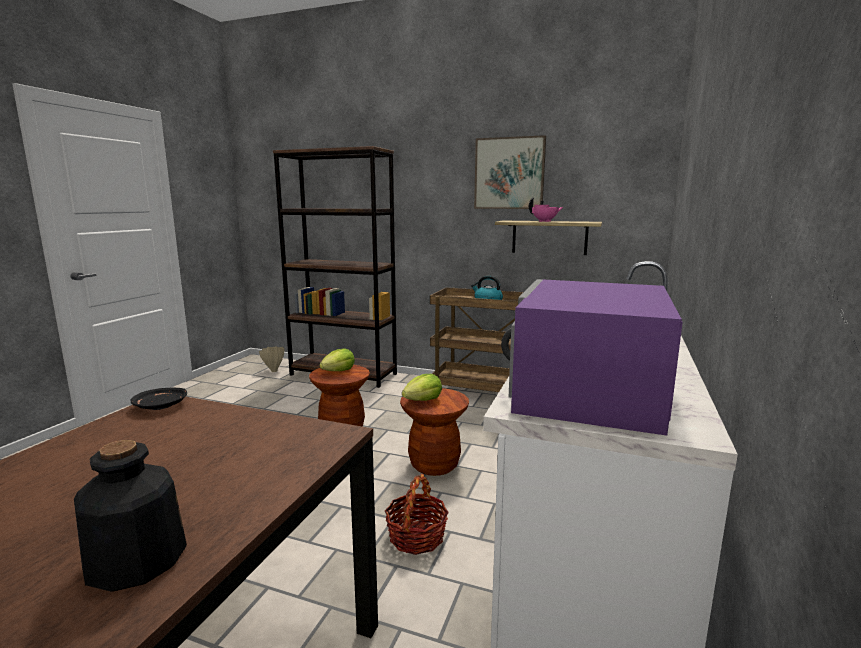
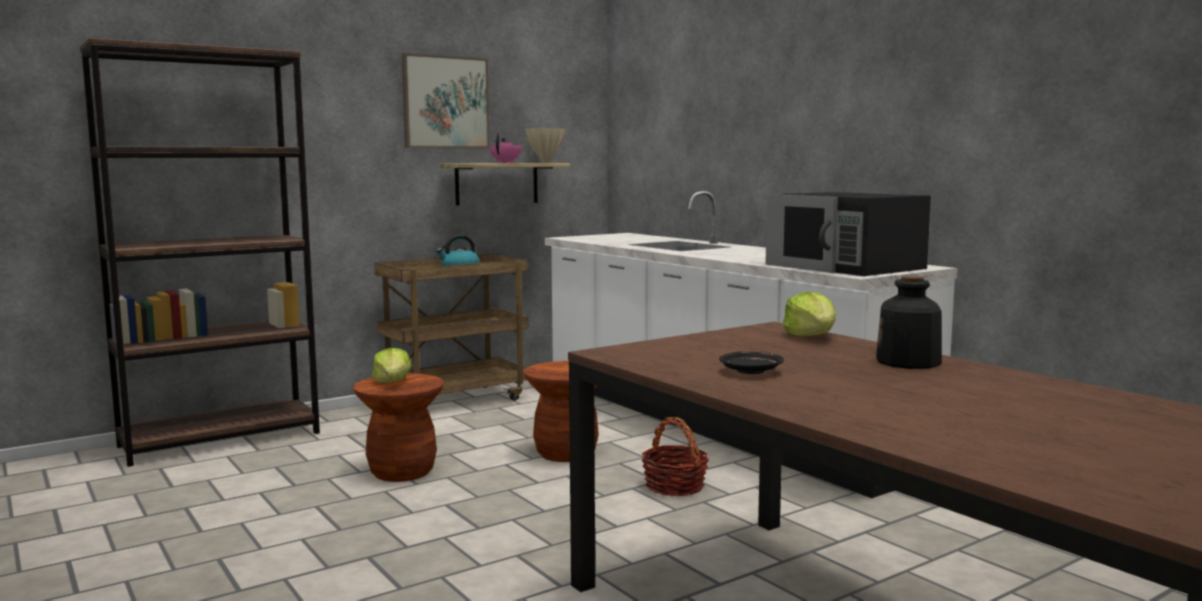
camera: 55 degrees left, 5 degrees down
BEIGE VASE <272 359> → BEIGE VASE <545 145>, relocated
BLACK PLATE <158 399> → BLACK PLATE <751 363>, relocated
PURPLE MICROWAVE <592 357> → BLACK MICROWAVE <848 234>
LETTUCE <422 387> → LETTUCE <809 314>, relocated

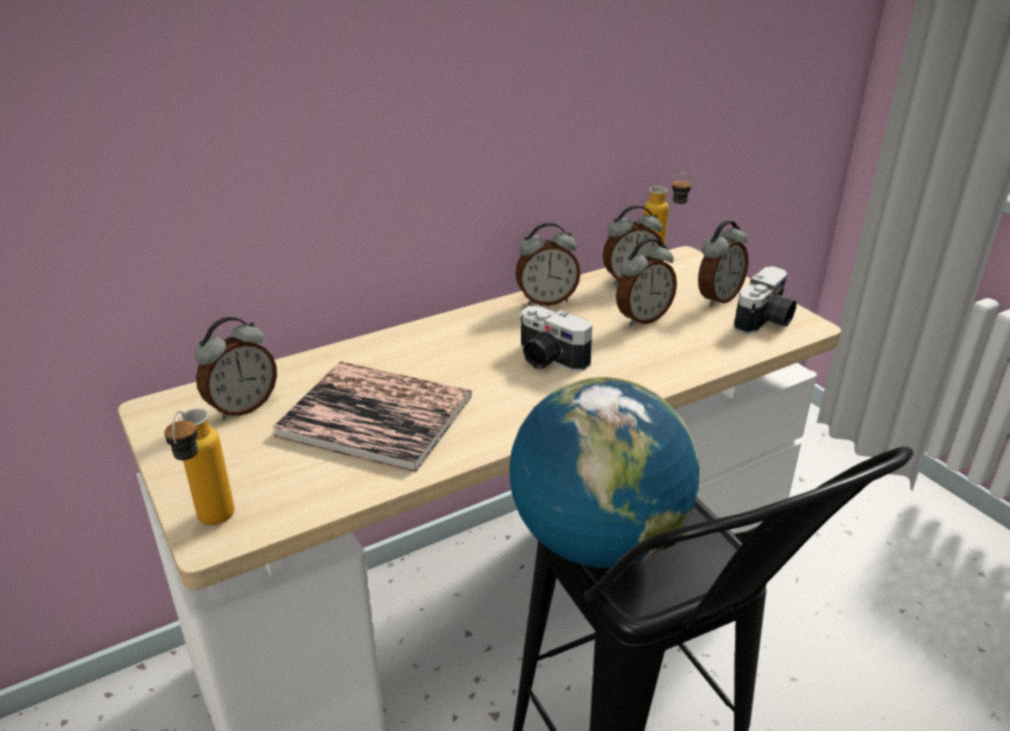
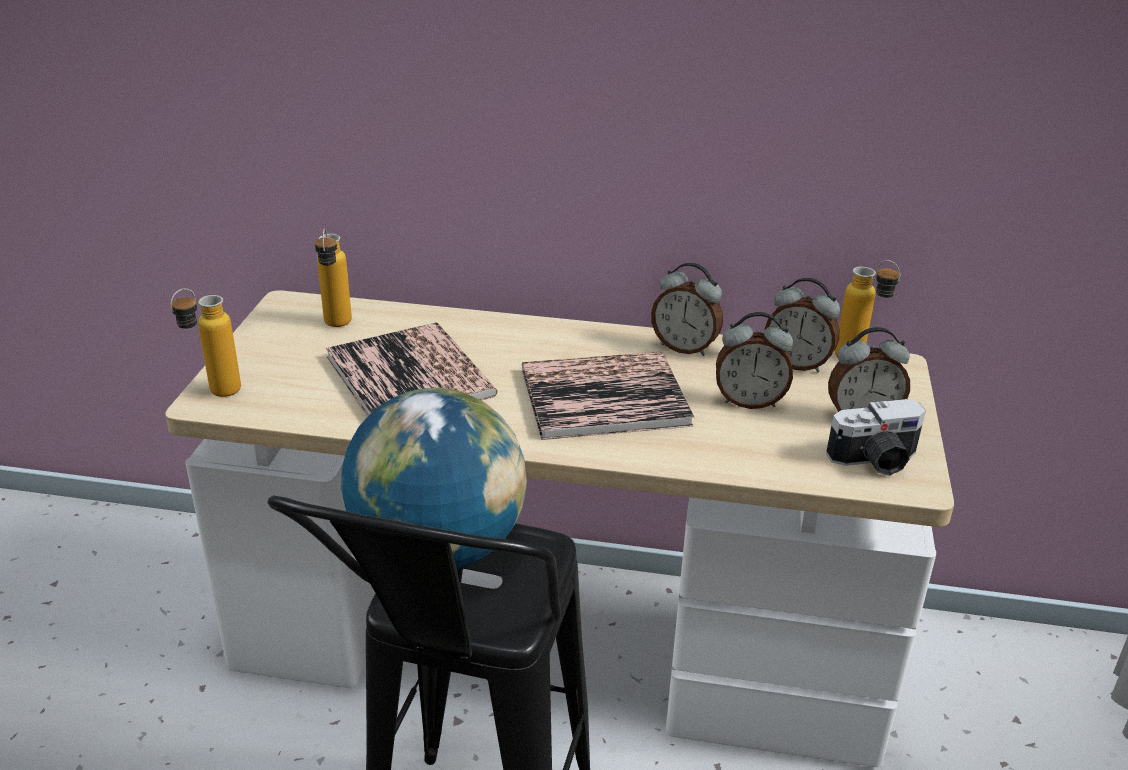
camera: 40 degrees right, 0 degrees up
ALARM CLOCK <236 368> → BOTTLE <333 277>
PHOTO CAMERA <556 338> → BOOK <608 396>

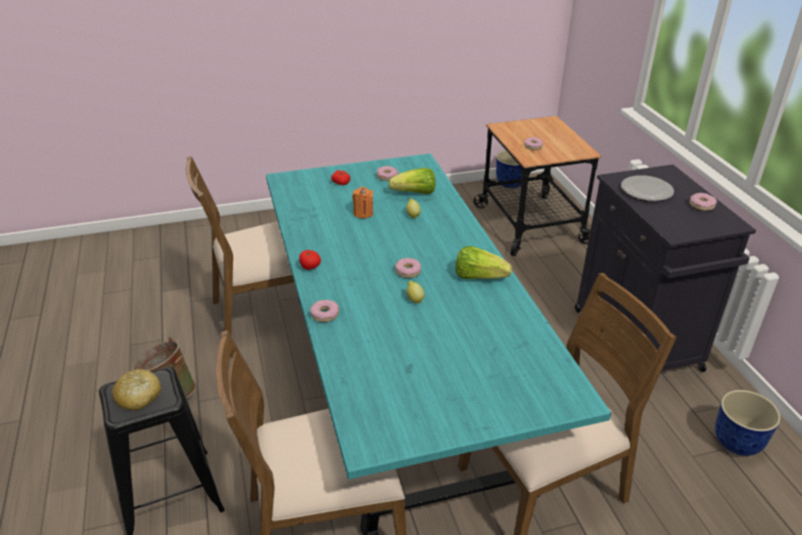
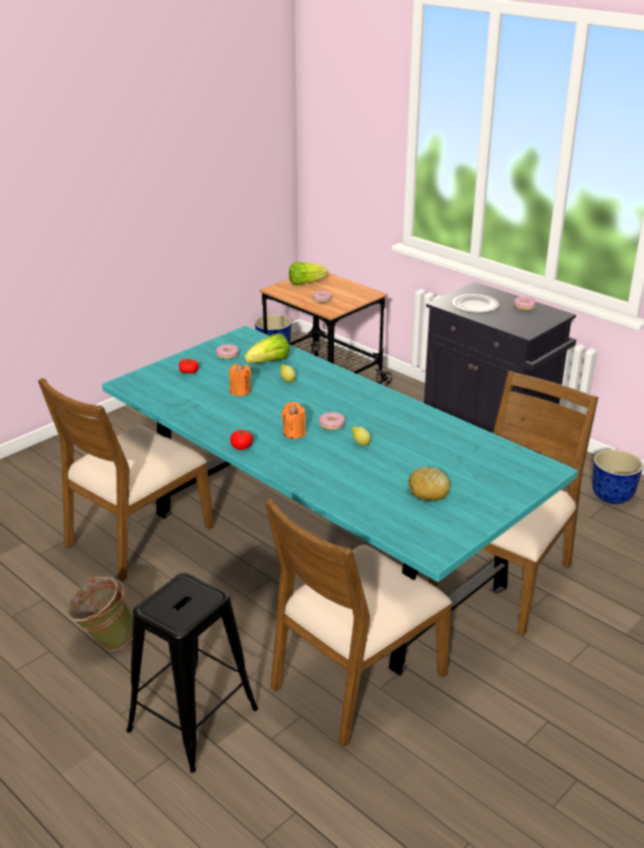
camera: 30 degrees left, 5 degrees down
- → ORANGE CANDLE <293 420>
LETTUCE <483 262> → LETTUCE <308 273>, relocated
BREAD <136 390> → BREAD <429 484>, relocated
DONUT <324 311> → -

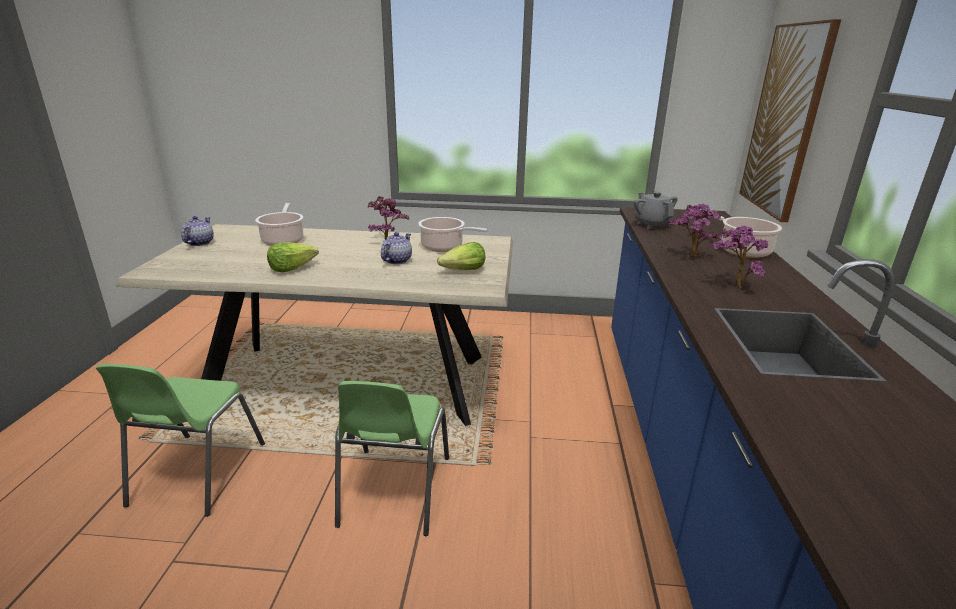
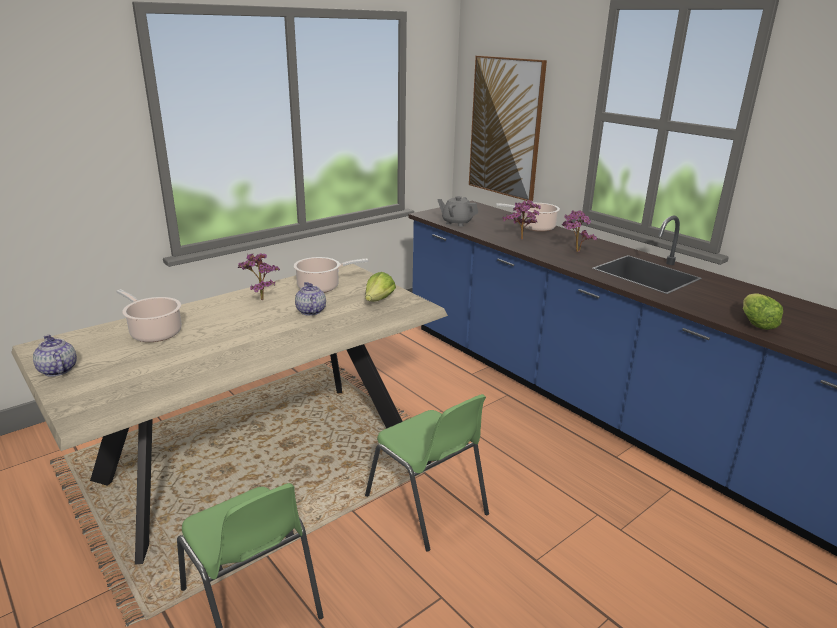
camera: 45 degrees left, 0 degrees up
LETTUCE <293 257> → LETTUCE <763 311>, relocated

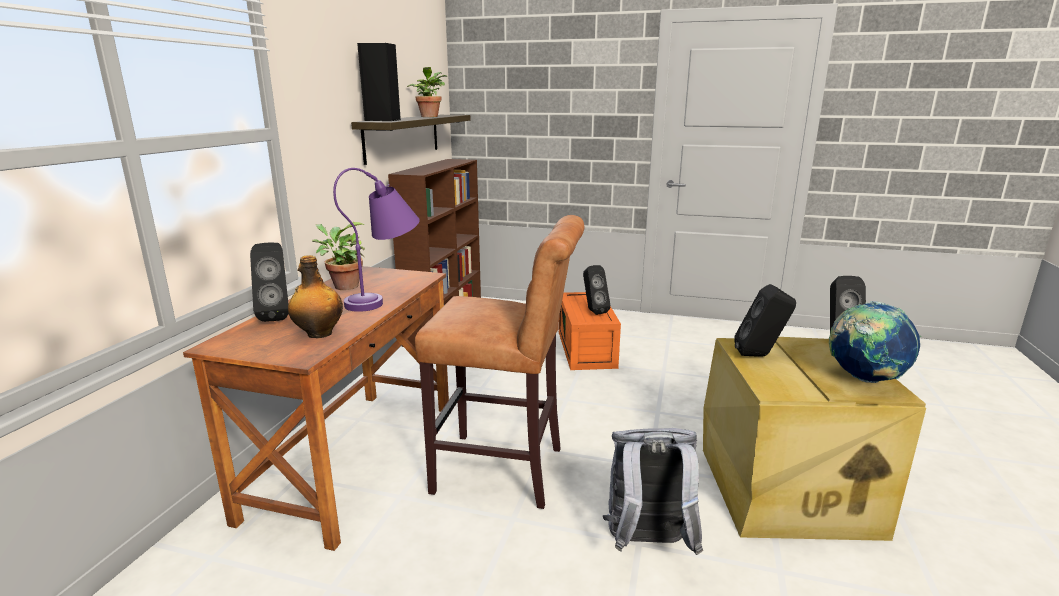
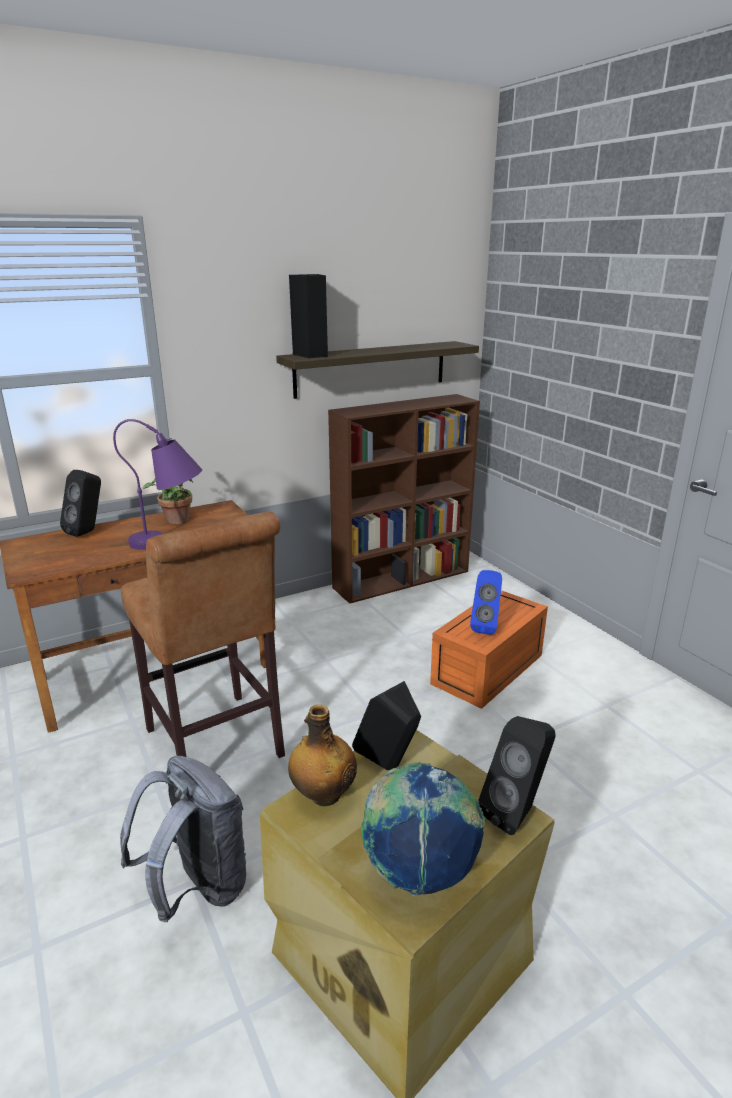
camera: 45 degrees right, 5 degrees up
BOTTLE <315 296> → BOTTLE <322 755>, relocated
BLACK SPEAKER <597 290> → BLUE SPEAKER <486 602>
POTTED PLANT <427 92> → -

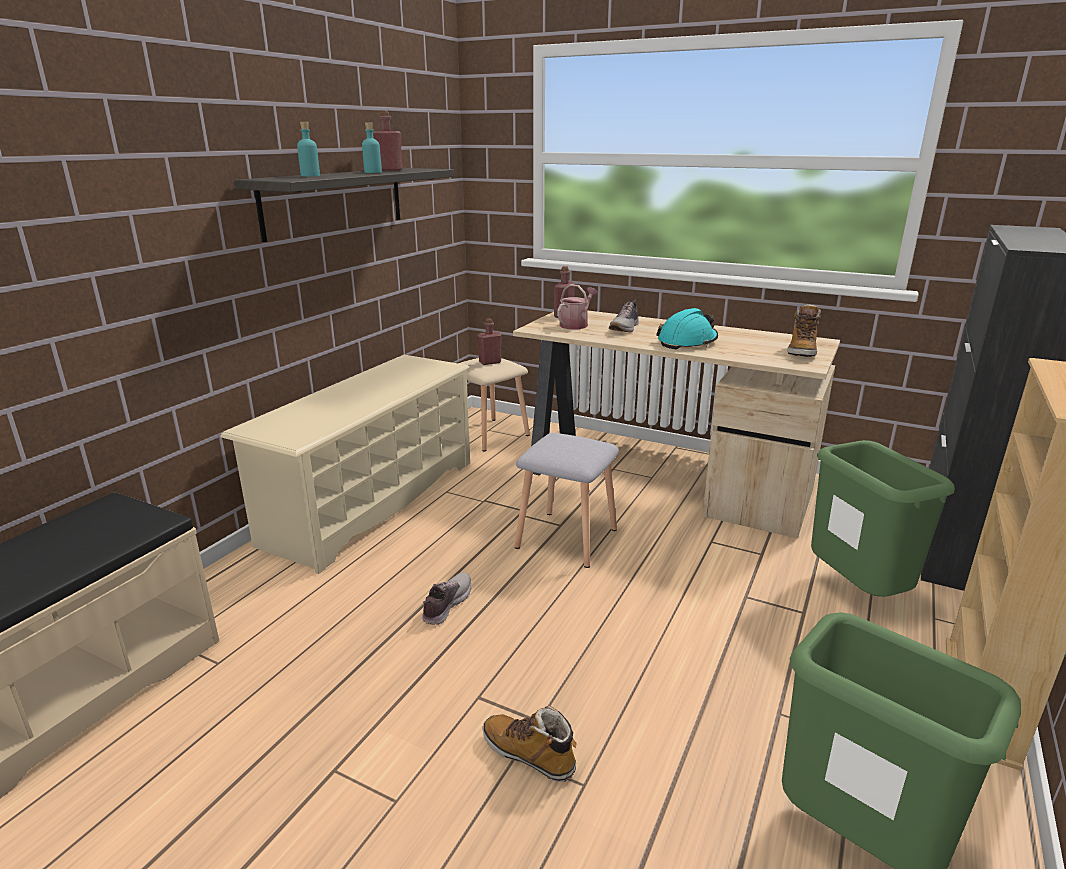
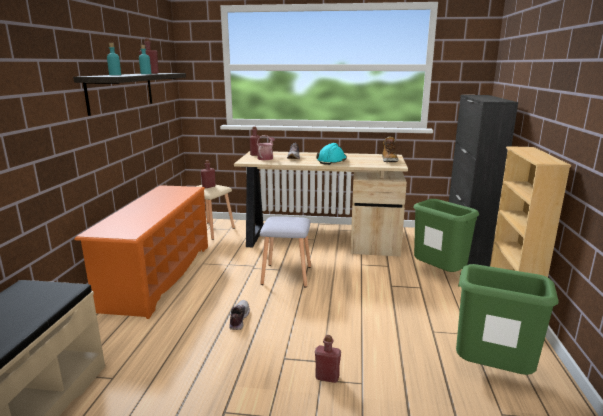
camera: 20 degrees left, 5 degrees down
BEIGE SHOE RACK <345 464> → ORANGE SHOE RACK <141 252>
BOOT <529 743> → RED BOTTLE <328 359>

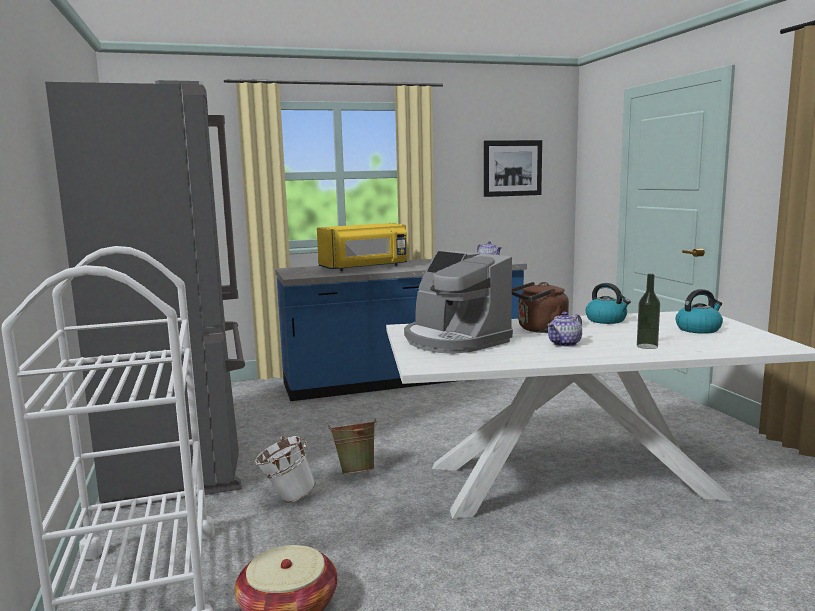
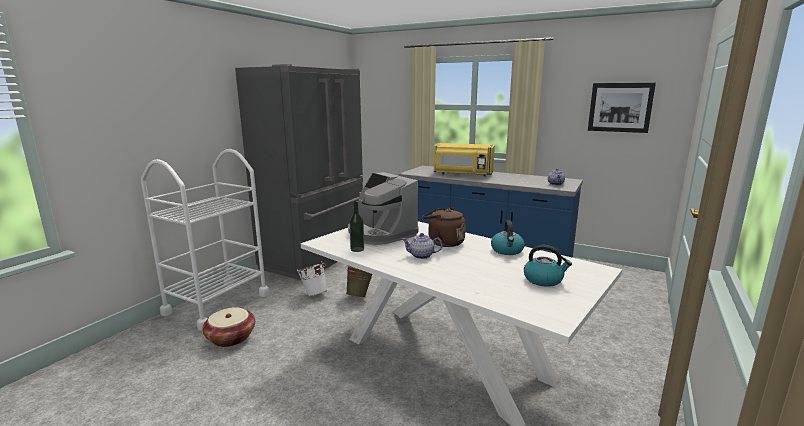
camera: 45 degrees right, 5 degrees up
COFFEE MACHINE <458 302> → COFFEE MACHINE <383 208>, 45 degrees counterclockwise
BOTTLE <648 311> → BOTTLE <356 226>, relocated

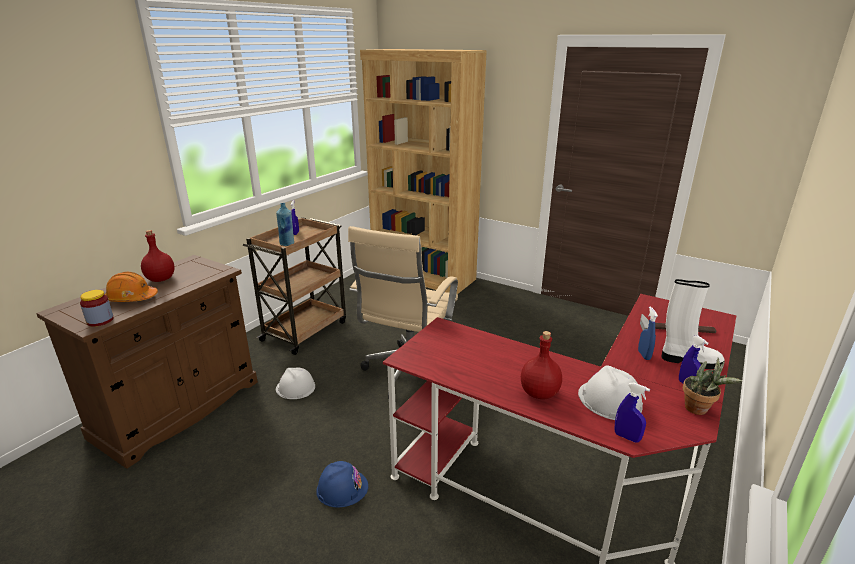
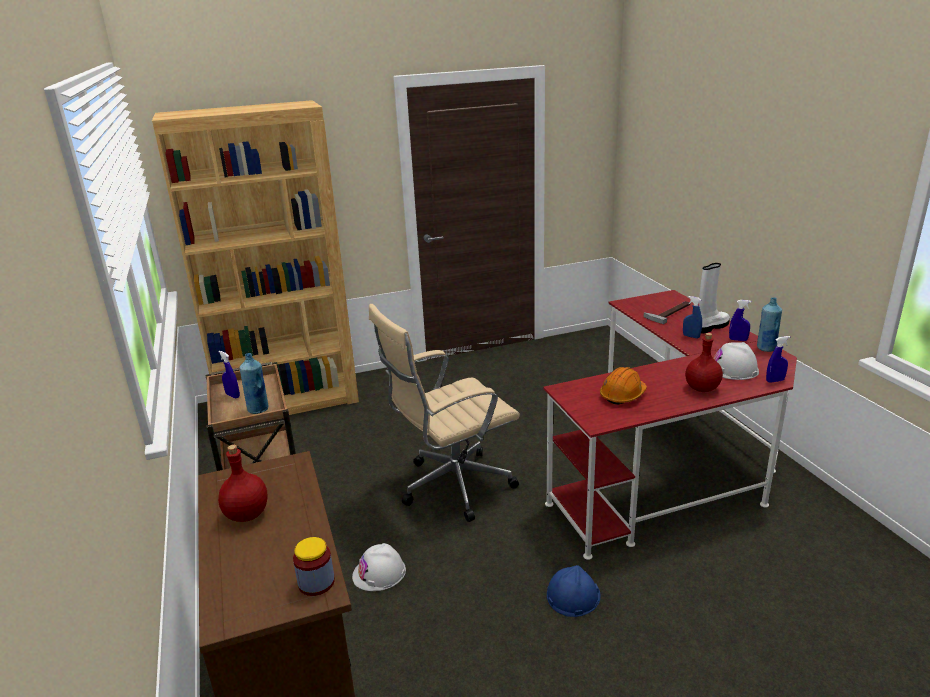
camera: 50 degrees left, 0 degrees up
BEIGE OFFICE CHAIR <403 312> → BEIGE OFFICE CHAIR <444 413>, 90 degrees clockwise
ORANGE HARD HAT <131 287> → ORANGE HARD HAT <623 386>, relocated
POTTED PLANT <712 386> → BLUE BOTTLE <769 324>

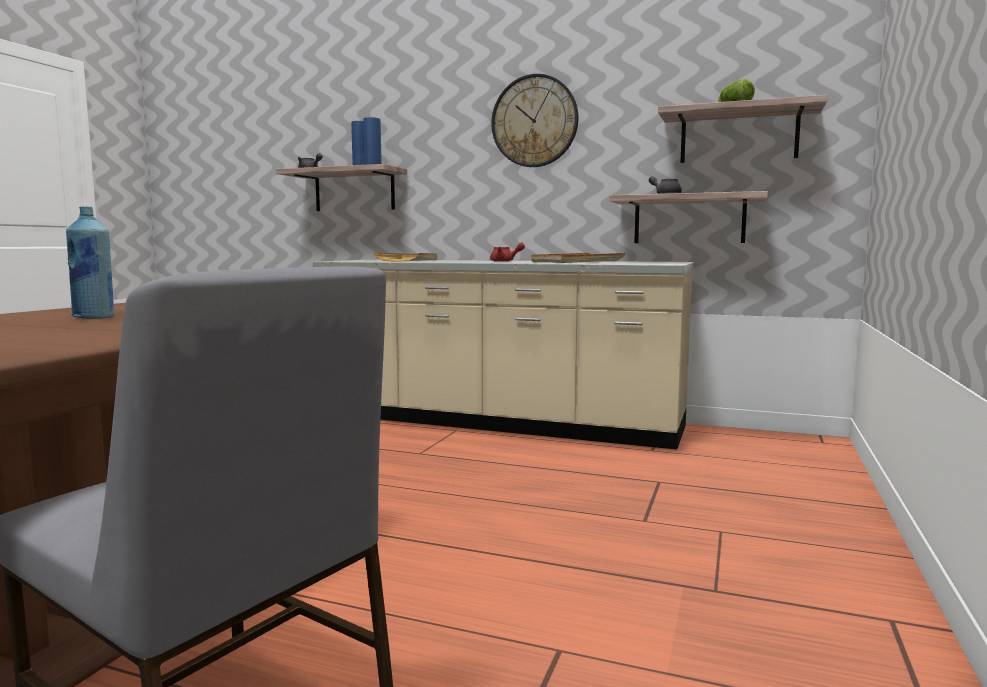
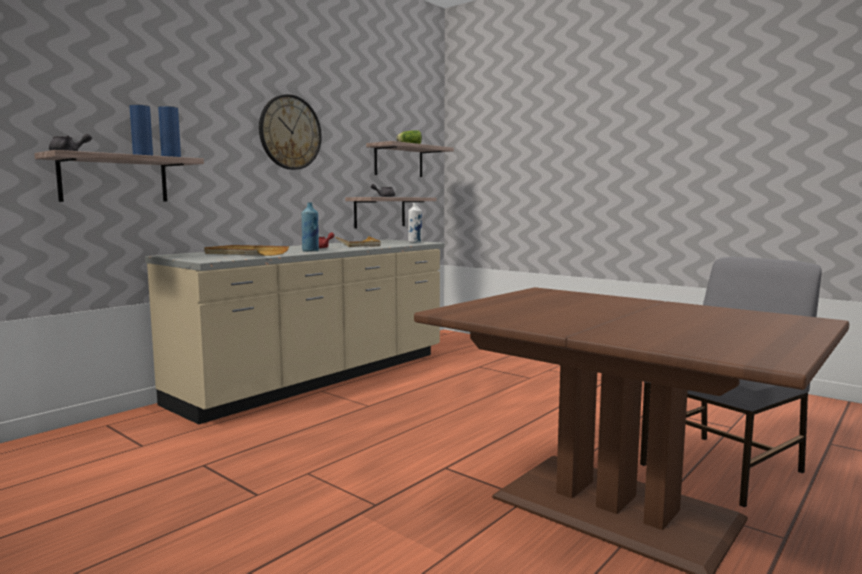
camera: 70 degrees left, 0 degrees up
BLUE BOTTLE <90 262> → BLUE BOTTLE <310 226>, relocated
- → WHITE BOTTLE <415 222>

